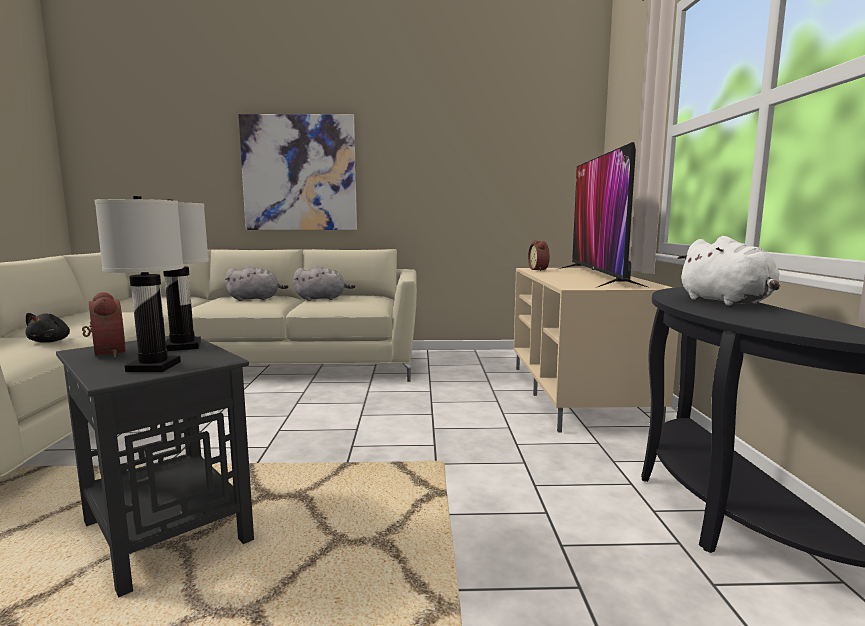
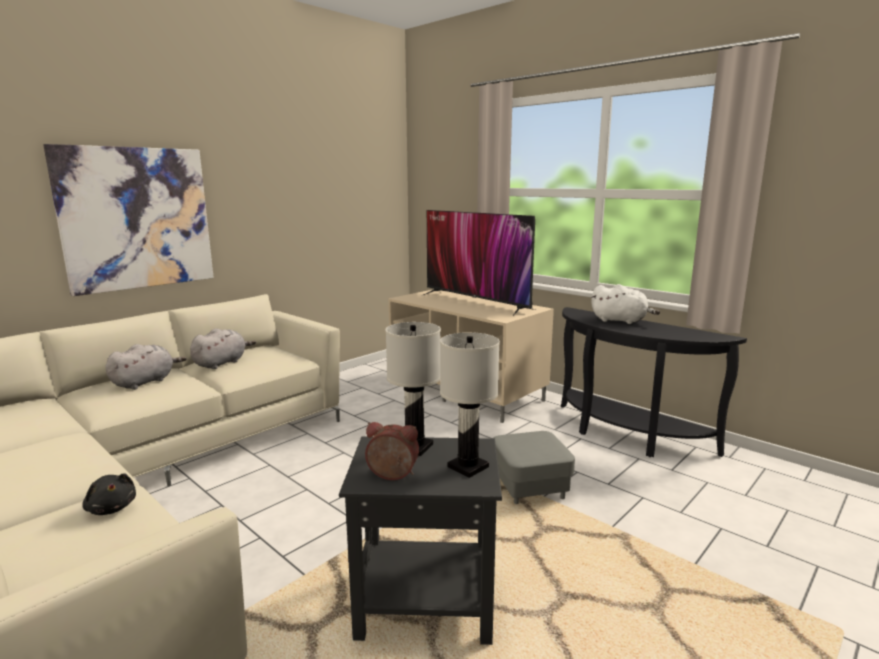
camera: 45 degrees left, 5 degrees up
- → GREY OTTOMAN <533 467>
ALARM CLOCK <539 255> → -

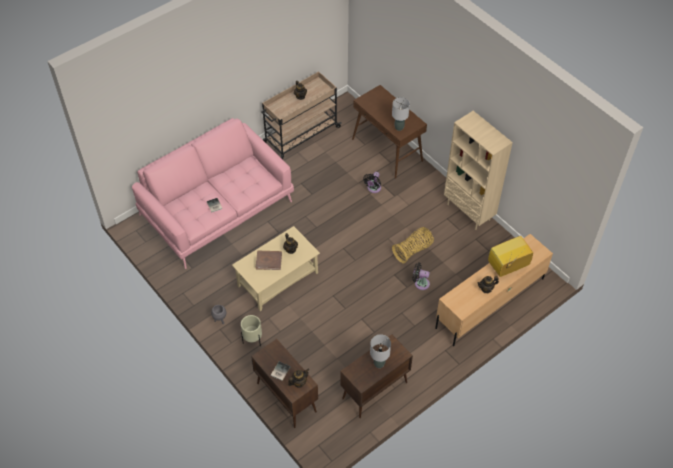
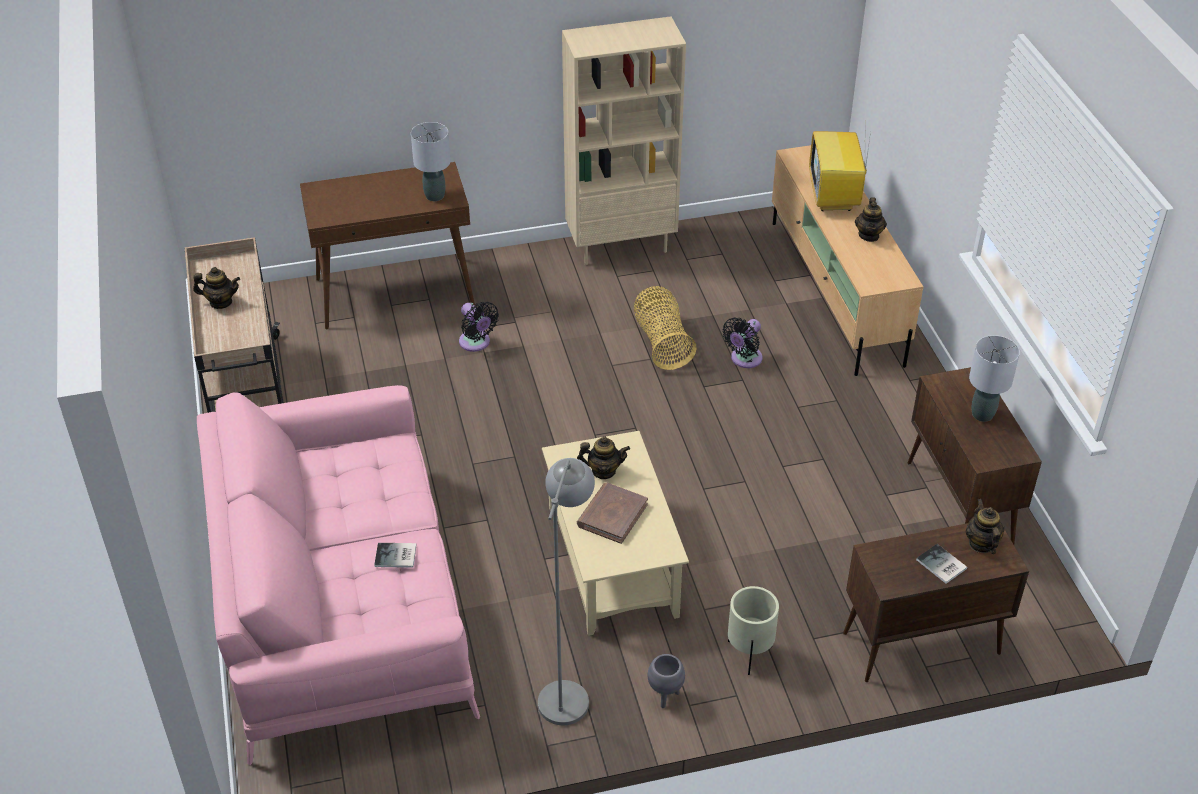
camera: 65 degrees left, 10 degrees down
- → GREY FLOOR LAMP <566 591>

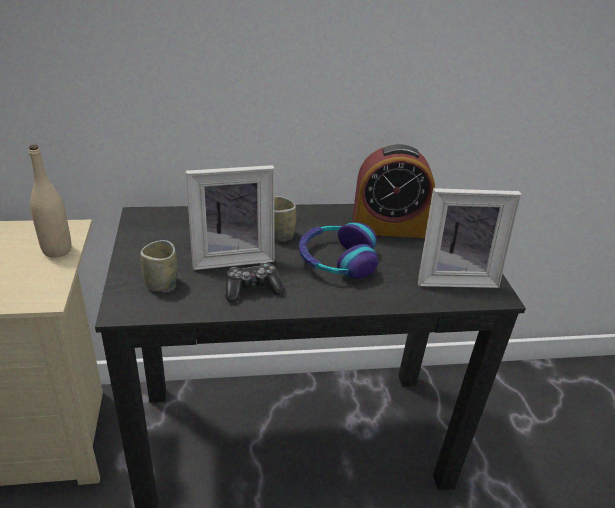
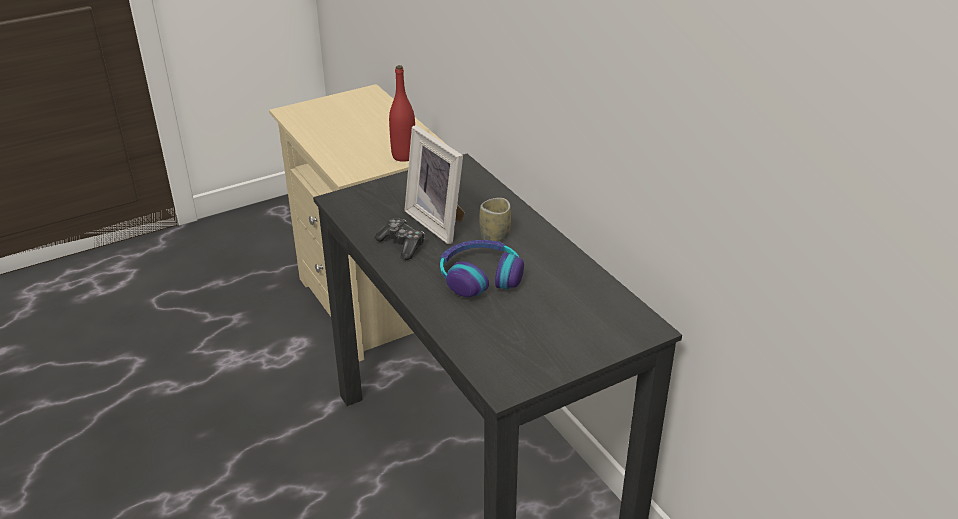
camera: 70 degrees right, 0 degrees up
BEIGE BOTTLE <50 201> → RED BOTTLE <402 113>
CUP <159 266> → -
ALARM CLOCK <393 191> → -
PICTURE FRAME <470 238> → -

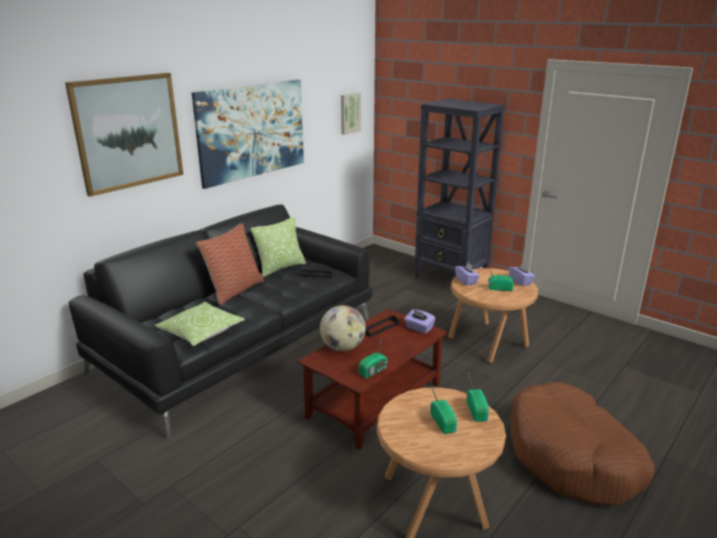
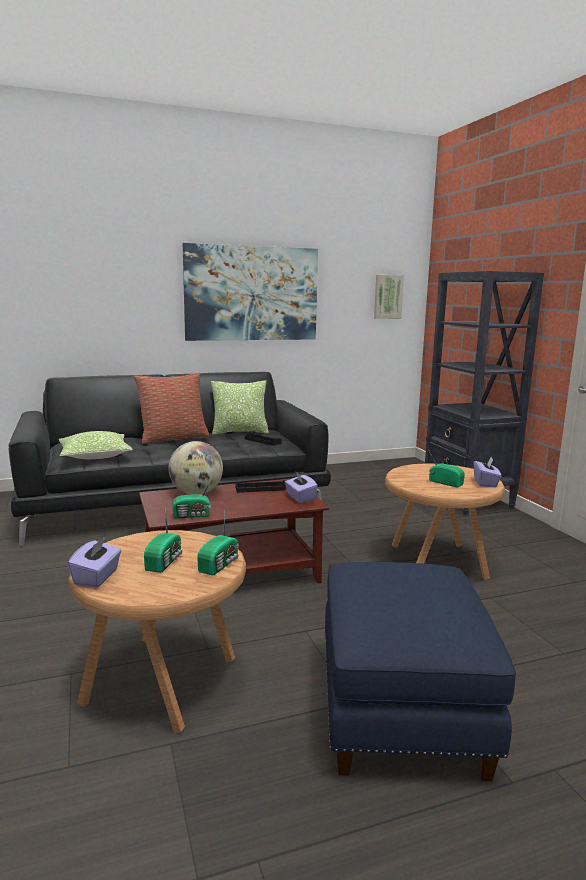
camera: 30 degrees right, 10 degrees down
PURPLE TISSUE BOX <467 274> → PURPLE TISSUE BOX <94 561>, relocated
BROWN DOG BED <583 444> → BLUE OTTOMAN <420 671>
PICTURE <124 135> → -

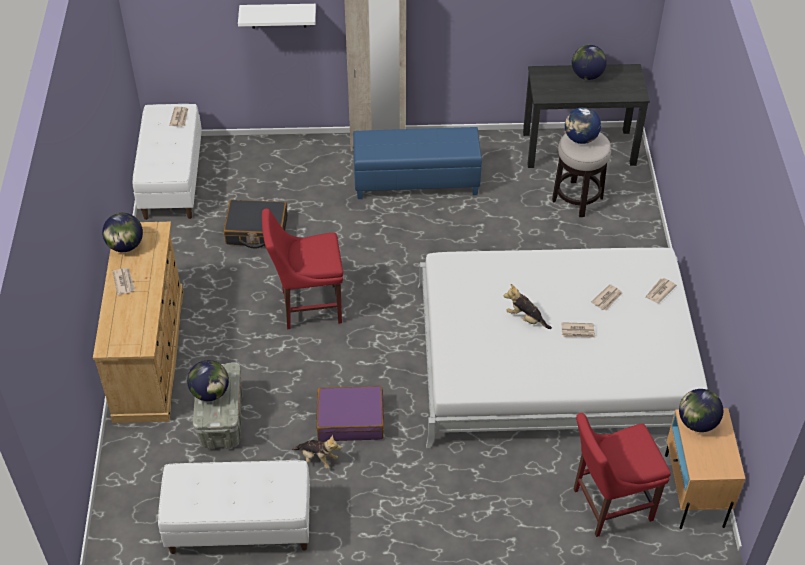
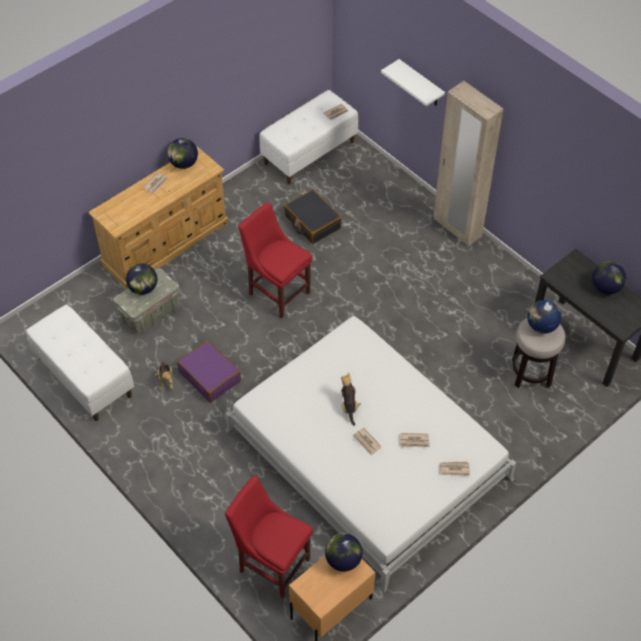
camera: 50 degrees right, 5 degrees up
BLUE OTTOMAN <417 163> → -

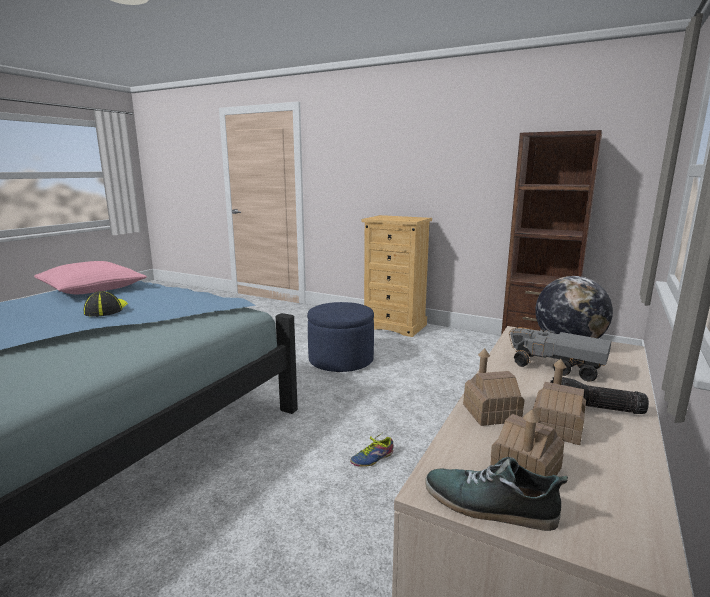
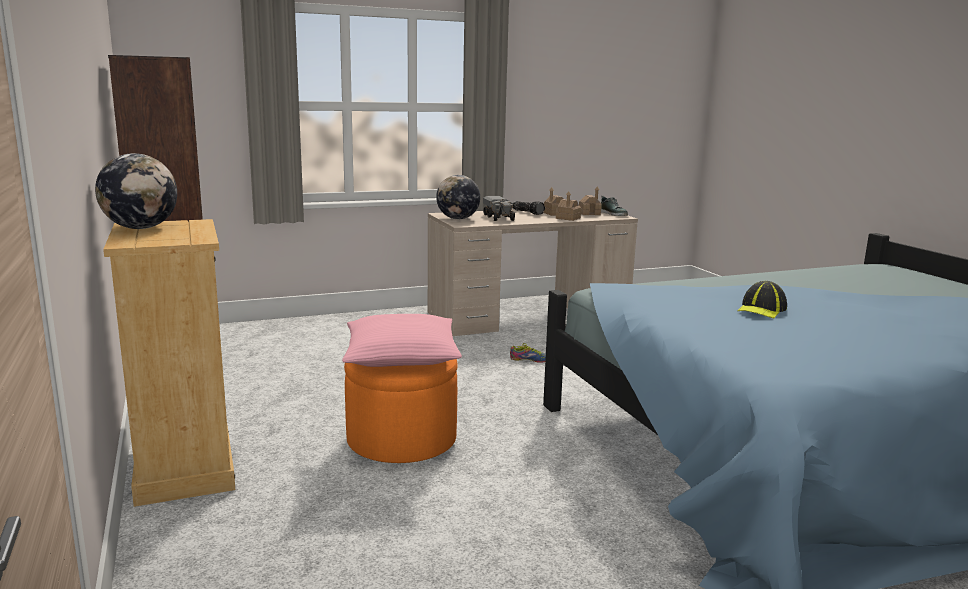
camera: 140 degrees left, 0 degrees up
- → GLOBE <136 191>
PINK PILLOW <90 277> → PINK PILLOW <402 340>, relocated
BLUE OTTOMAN <340 337> → ORANGE OTTOMAN <401 411>

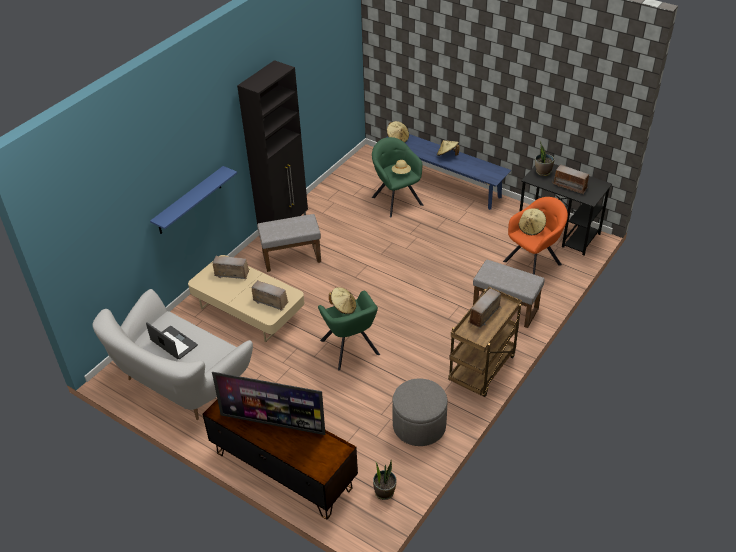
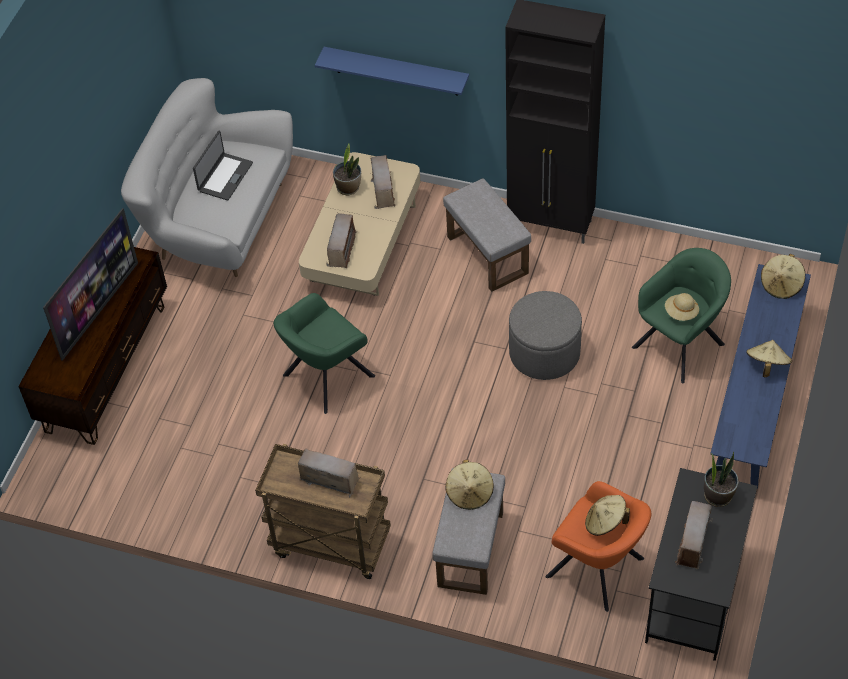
camera: 75 degrees right, 10 degrees up
TELEVISION <268 403> → TELEVISION <90 284>, 150 degrees counterclockwise
POTTED PLANT <385 480> → POTTED PLANT <347 169>, relocated
BEIGE HAT <342 300> → BEIGE HAT <469 484>, relocated
GREY OTTOMAN <420 412> → GREY OTTOMAN <545 335>, relocated

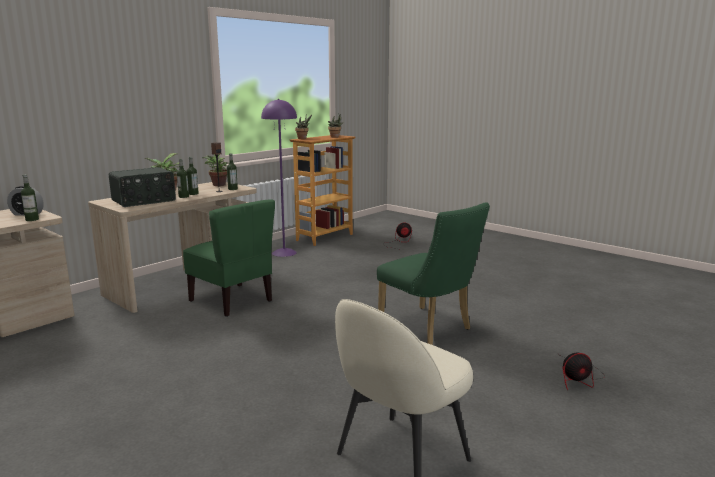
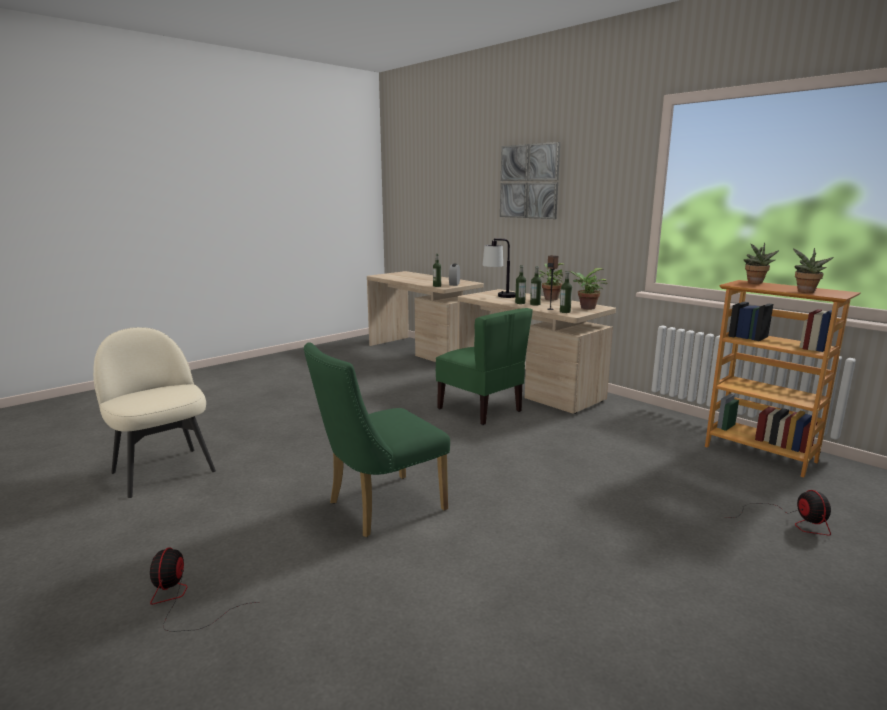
camera: 95 degrees right, 0 degrees up
GREEN CHAIR <229 258> → GREEN CHAIR <484 366>, 90 degrees counterclockwise
RADIO <142 187> → TABLE LAMP <499 268>
- → PICTURE <530 180>
PURPLE FLOOR LAMP <279 178> → -

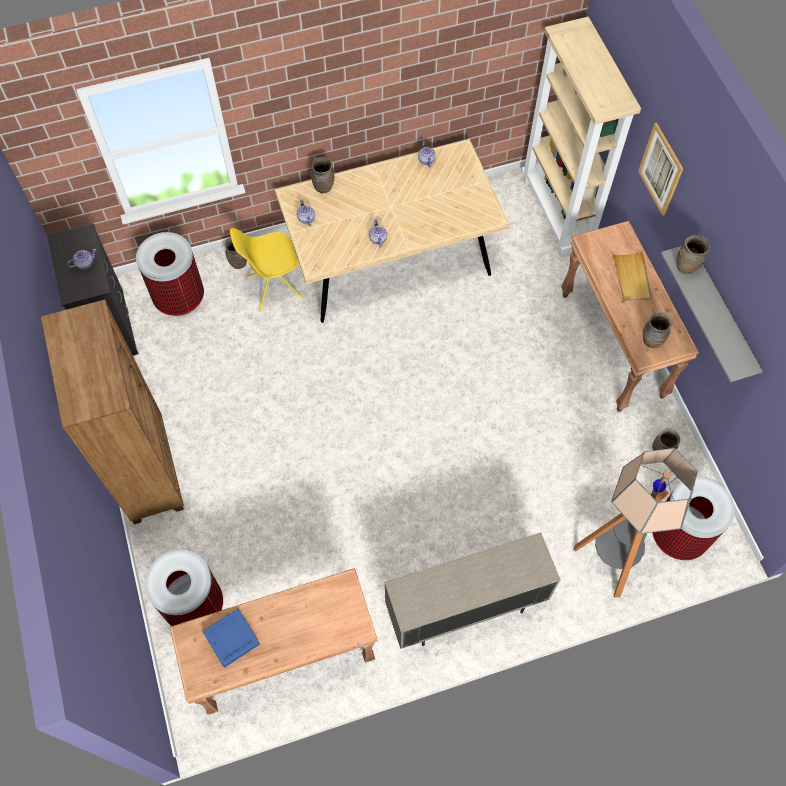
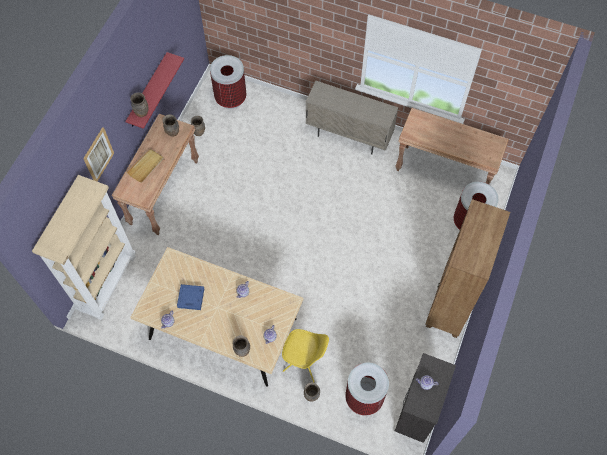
camera: 140 degrees left, 0 degrees up
GREY SHELF <712 314> → RED SHELF <154 90>
BLUE TRAY <231 638> → BLUE TRAY <190 297>, relocated
FLOOR LAMP <635 523> → -

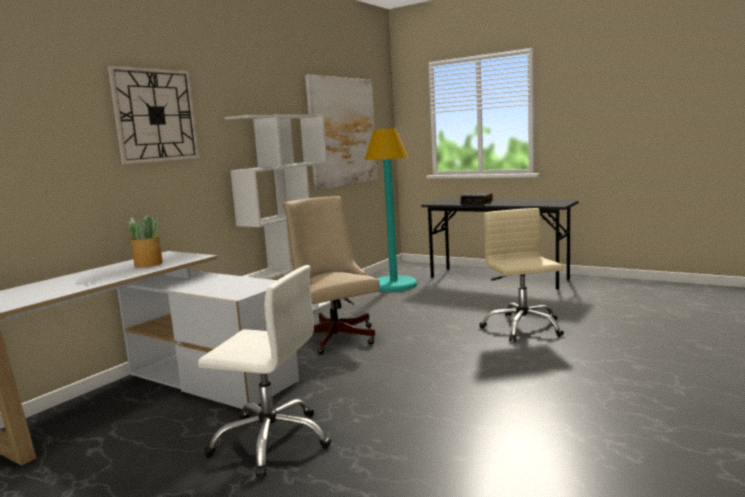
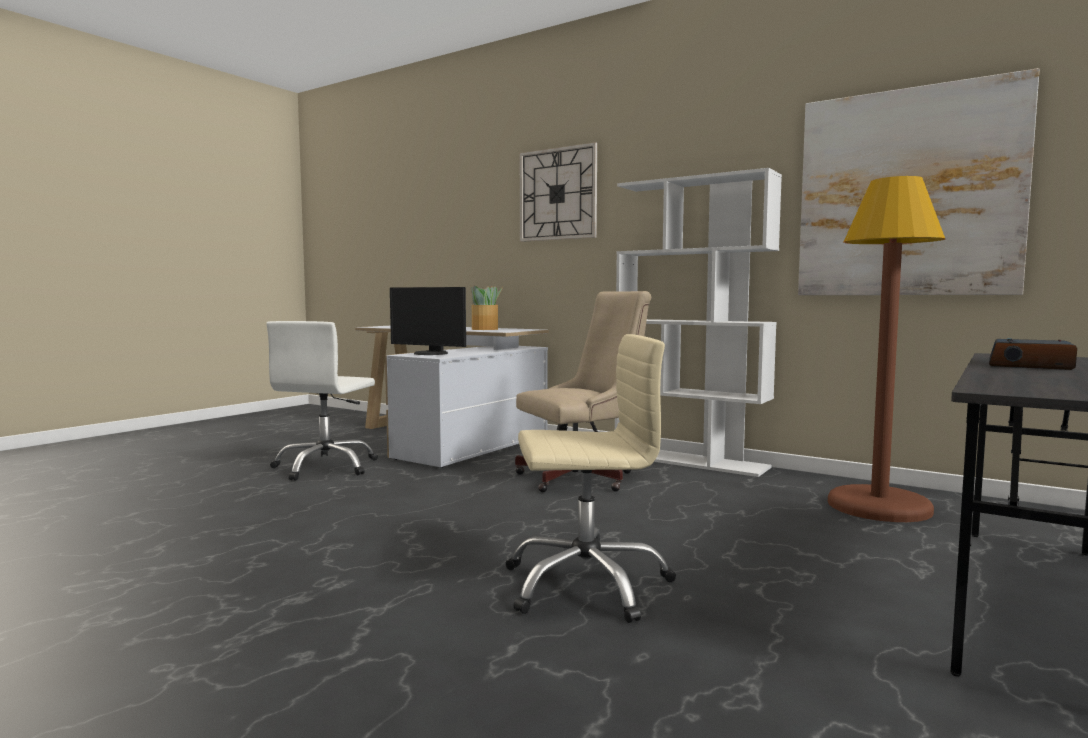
camera: 90 degrees right, 5 degrees down
- → MONITOR <428 321>
TURQUOISE FLOOR LAMP <391 210> → BROWN FLOOR LAMP <886 349>

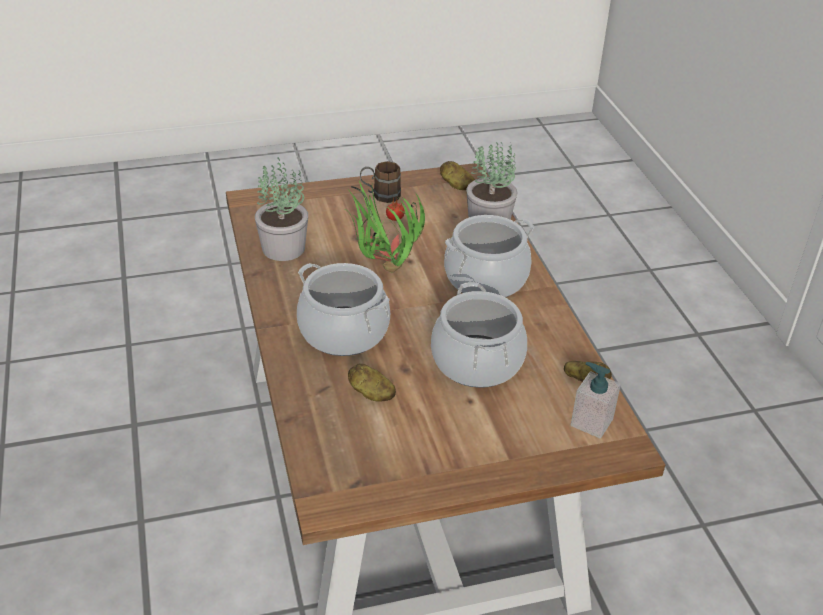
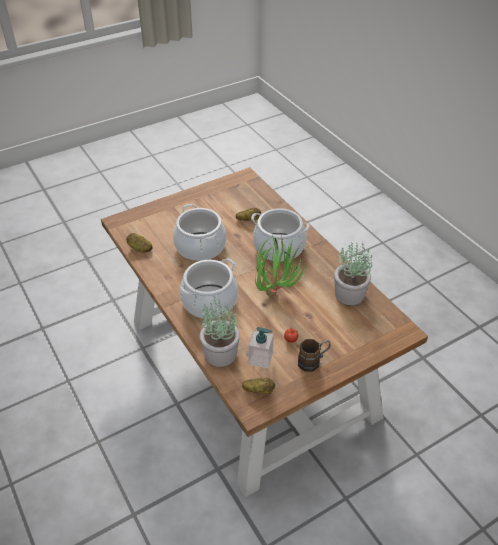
camera: 165 degrees right, 5 degrees up
SOAP DISPENSER <596 400> → SOAP DISPENSER <261 347>, relocated

